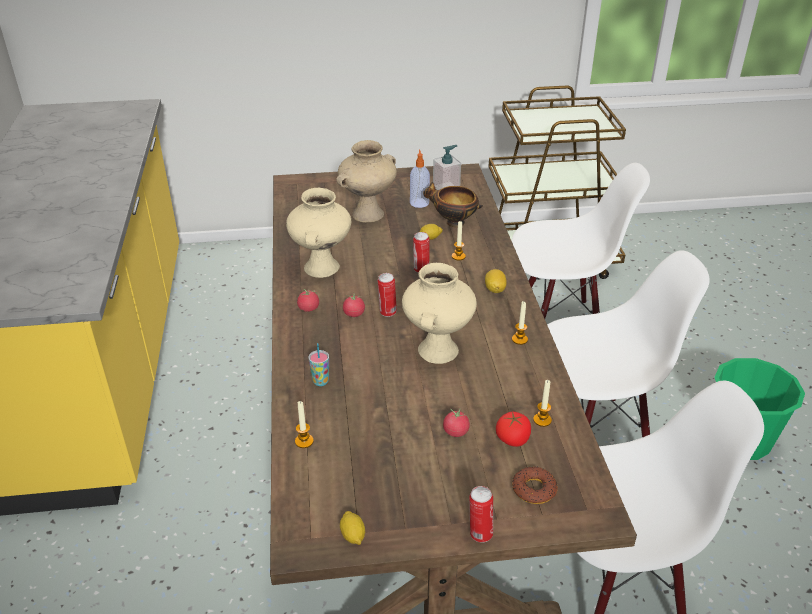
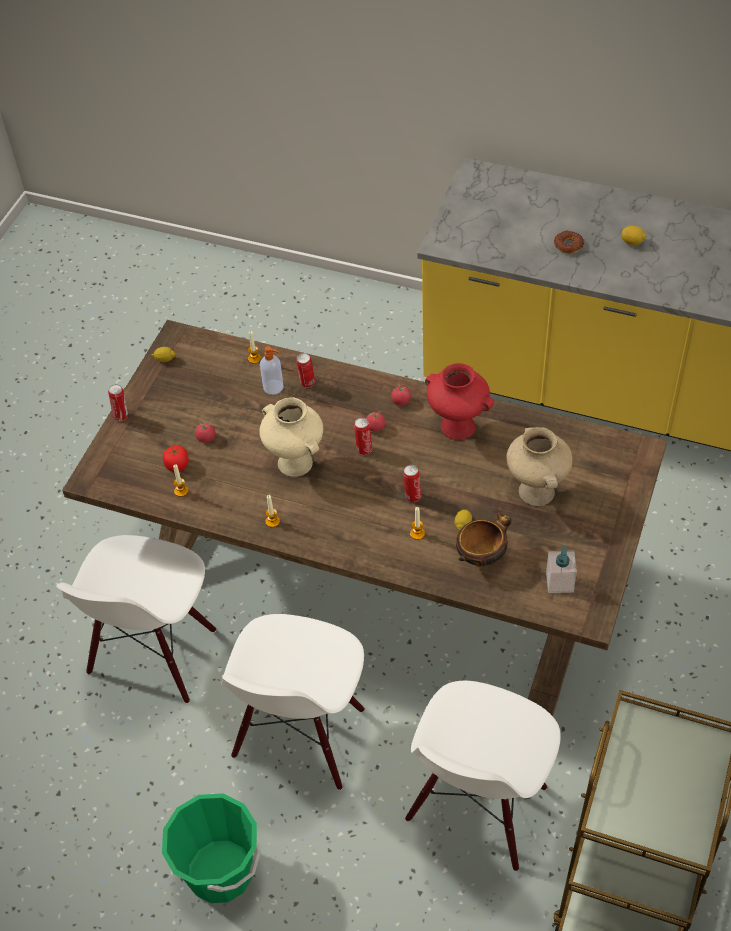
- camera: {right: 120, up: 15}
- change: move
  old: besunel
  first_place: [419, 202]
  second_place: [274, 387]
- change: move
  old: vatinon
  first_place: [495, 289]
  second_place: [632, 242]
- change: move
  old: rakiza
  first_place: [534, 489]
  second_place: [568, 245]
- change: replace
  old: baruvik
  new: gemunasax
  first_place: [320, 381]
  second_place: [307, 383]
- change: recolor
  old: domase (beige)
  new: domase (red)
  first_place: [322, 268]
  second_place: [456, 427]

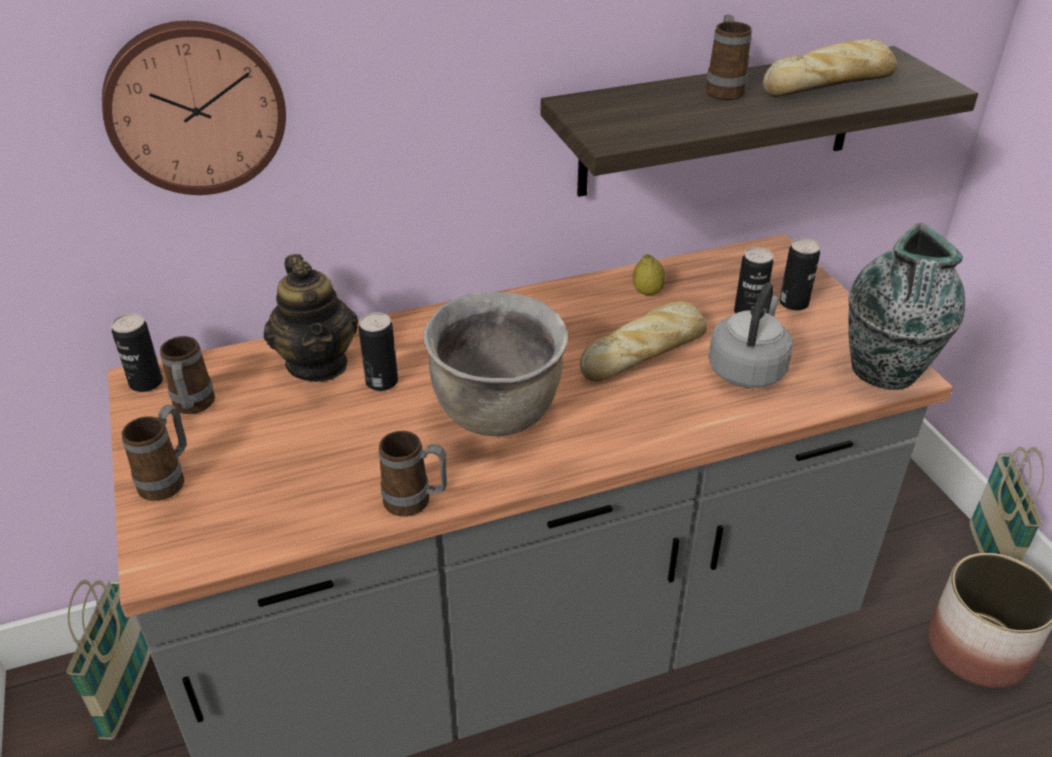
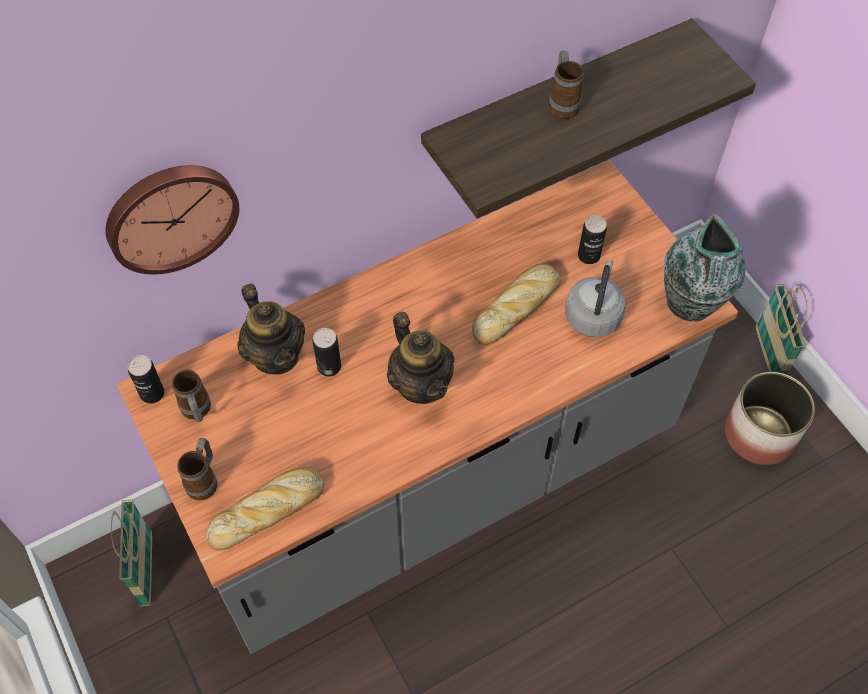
- camera: {right: -10, up: 20}
- change: delete
  old: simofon
  first_place: [416, 502]
- change: delete
  old: vatinon
  first_place: [647, 292]
- change: delete
  old: gemunasax
  first_place: [793, 303]
- change: move
  old: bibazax
  first_place: [830, 82]
  second_place: [269, 510]
- change: replace
  old: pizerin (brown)
  new: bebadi
  first_place: [498, 412]
  second_place: [421, 384]

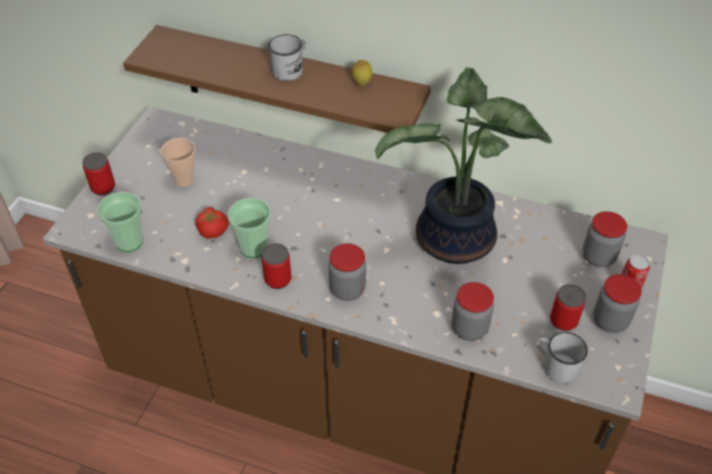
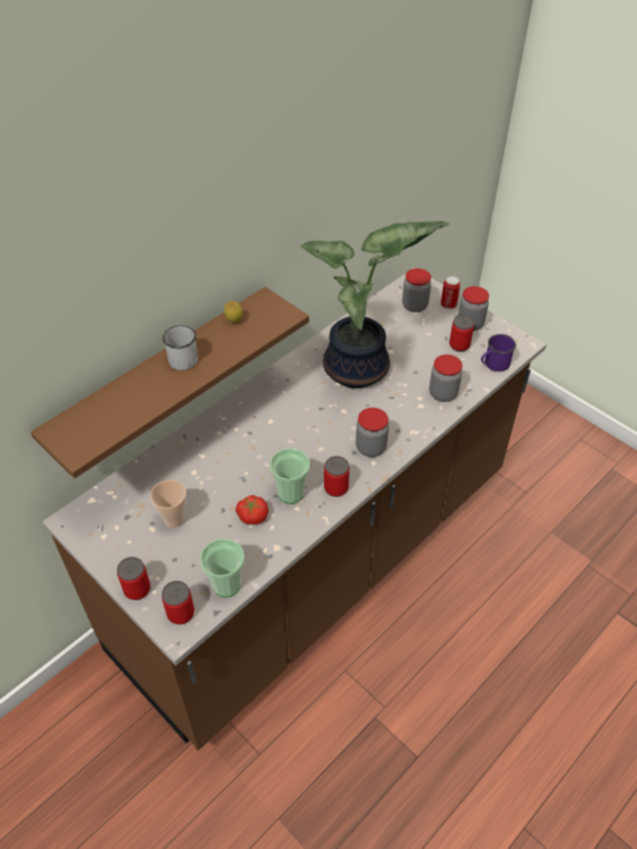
- camera: {right: -65, up: 0}
- change: insert
  new: gemunasax
  second_place: [181, 613]
- change: recolor
  old: simofon (white)
  new: simofon (purple)
  first_place: [555, 365]
  second_place: [493, 364]

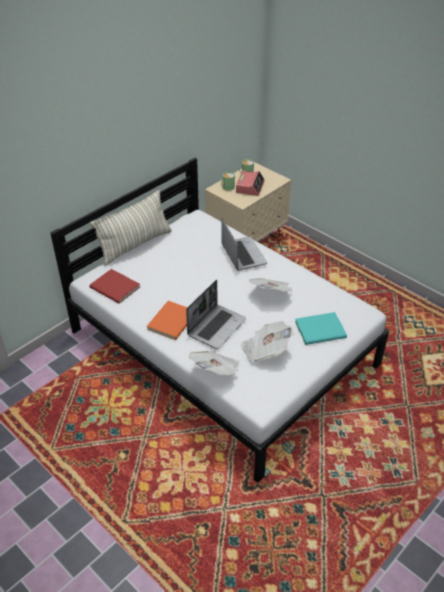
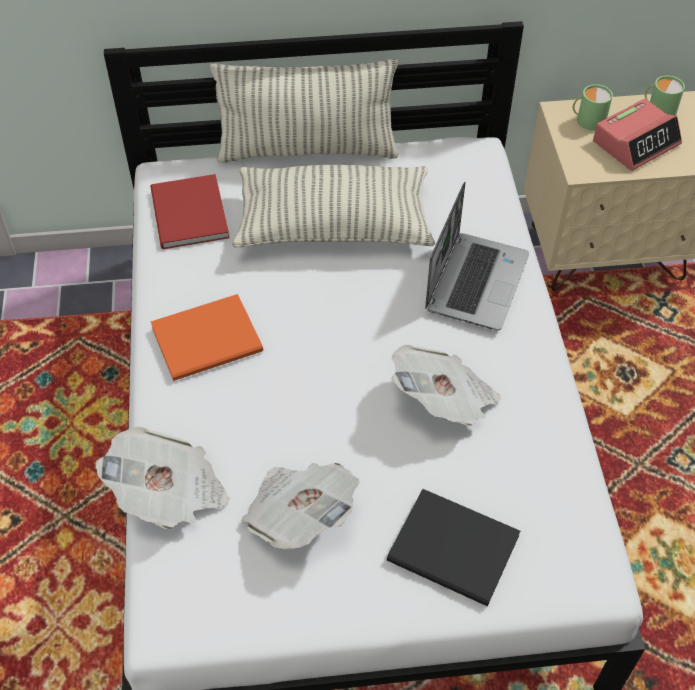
- camera: {right: 40, up: 10}
- change: delete
  old: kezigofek
  first_place: [216, 327]
- change: insert
  new: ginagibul
  second_place: [334, 226]
- change: recolor
  old: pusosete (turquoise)
  new: pusosete (black)
  first_place: [322, 330]
  second_place: [455, 552]

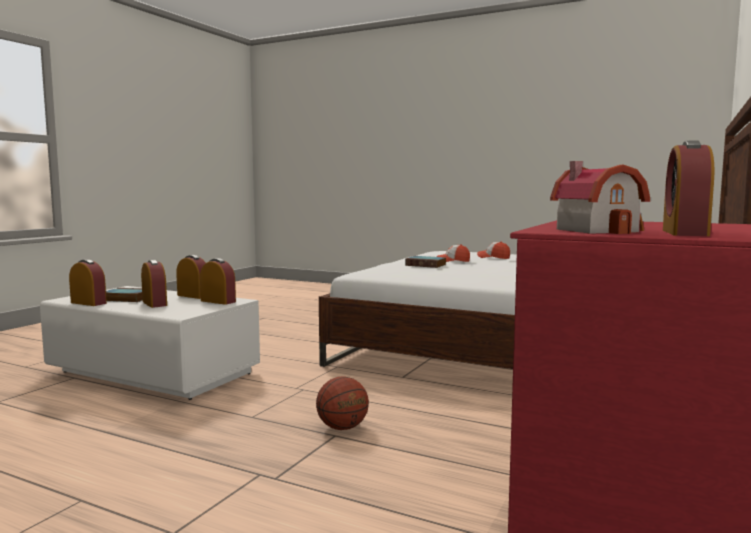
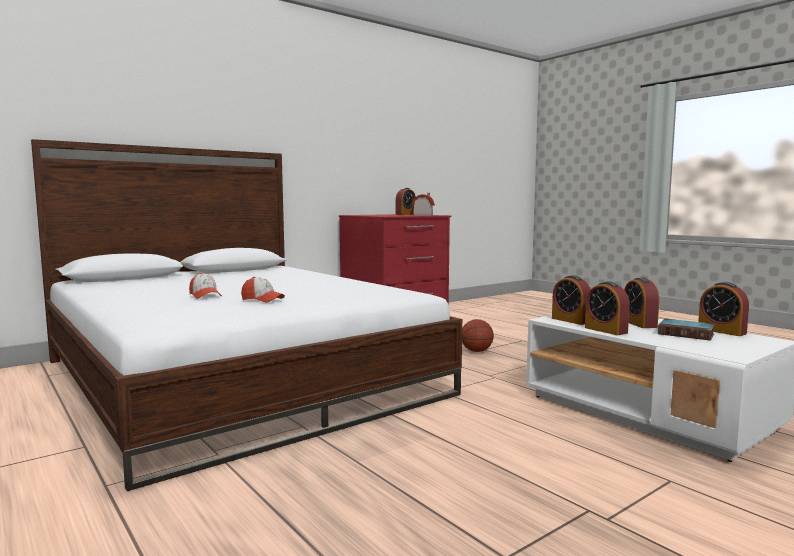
- camera: {right: -155, up: 0}
- change: delete
  old: pusosete
  first_place: [426, 265]

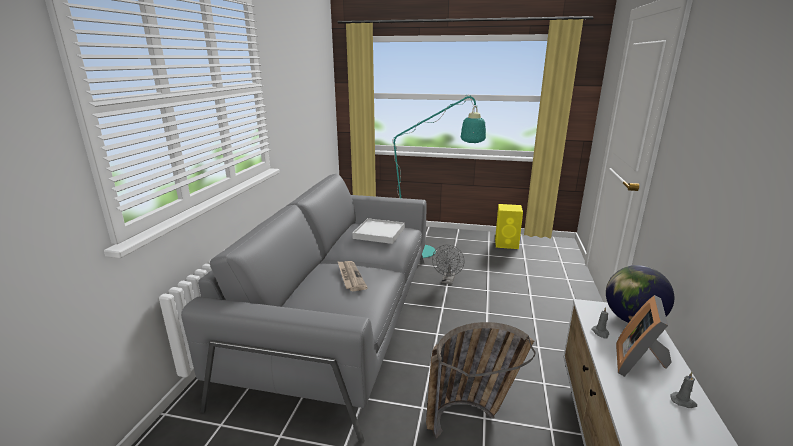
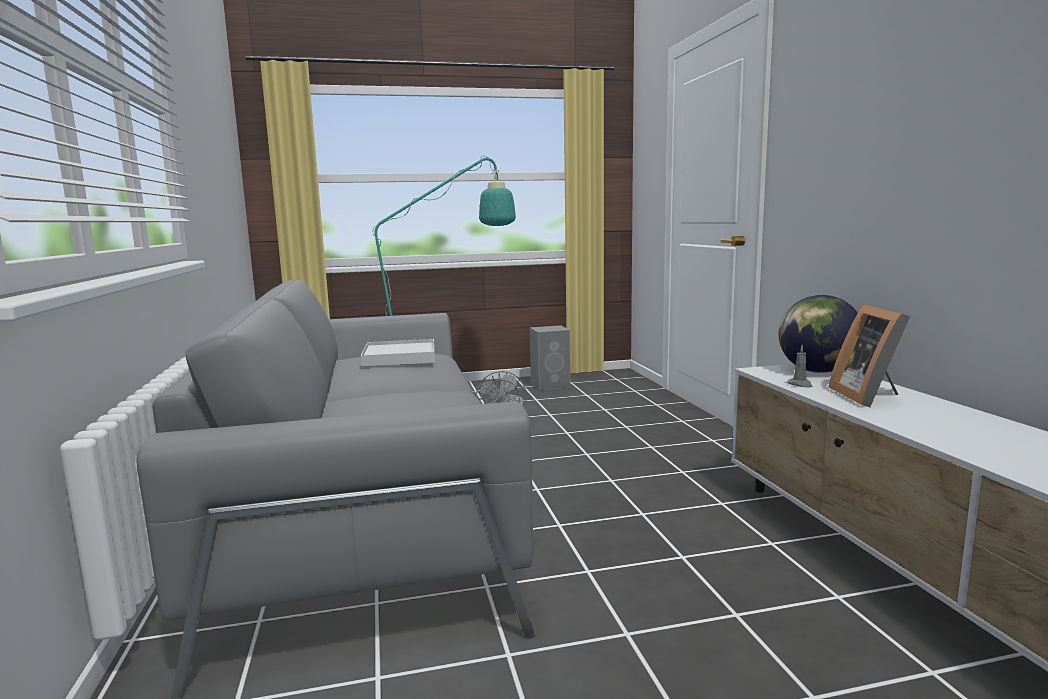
- camera: {right: -25, up: -10}
- change: delete
  old: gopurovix
  first_place: [350, 277]
- change: delete
  old: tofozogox
  first_place: [472, 415]
- change: delete
  old: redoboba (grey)
  first_place: [683, 401]
- change: recolor
  old: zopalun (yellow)
  new: zopalun (grey)
  first_place: [507, 244]
  second_place: [551, 385]

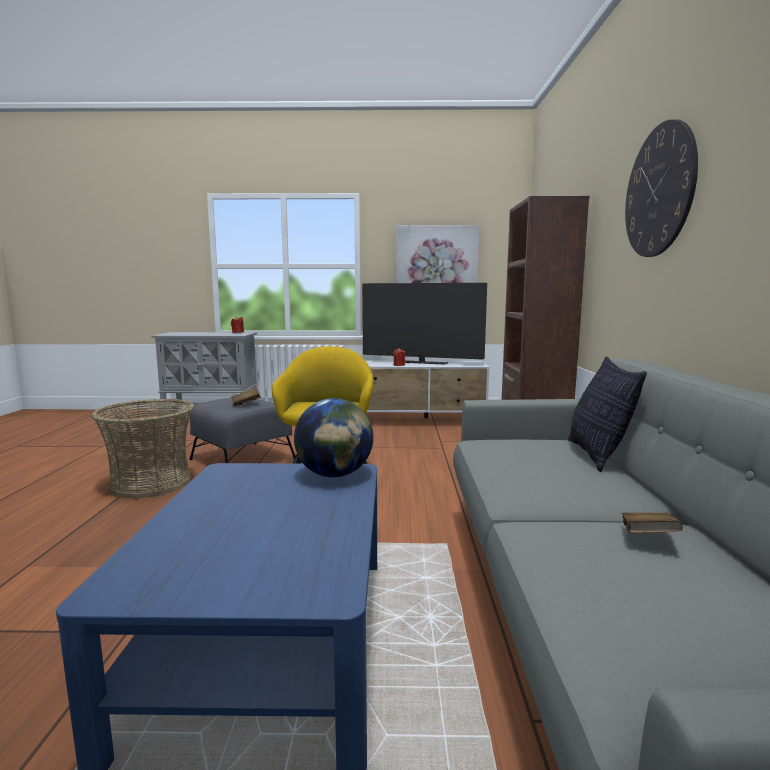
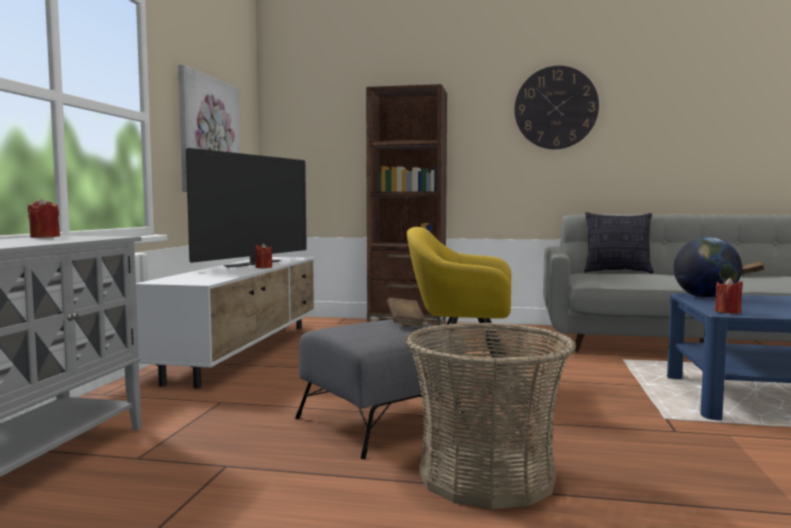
- camera: {right: -80, up: -5}
- change: insert
  new: redoboba (red)
  second_place: [727, 312]

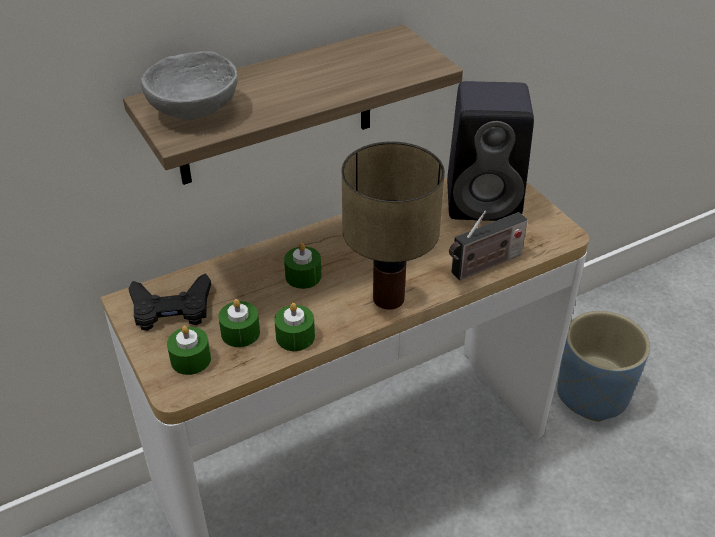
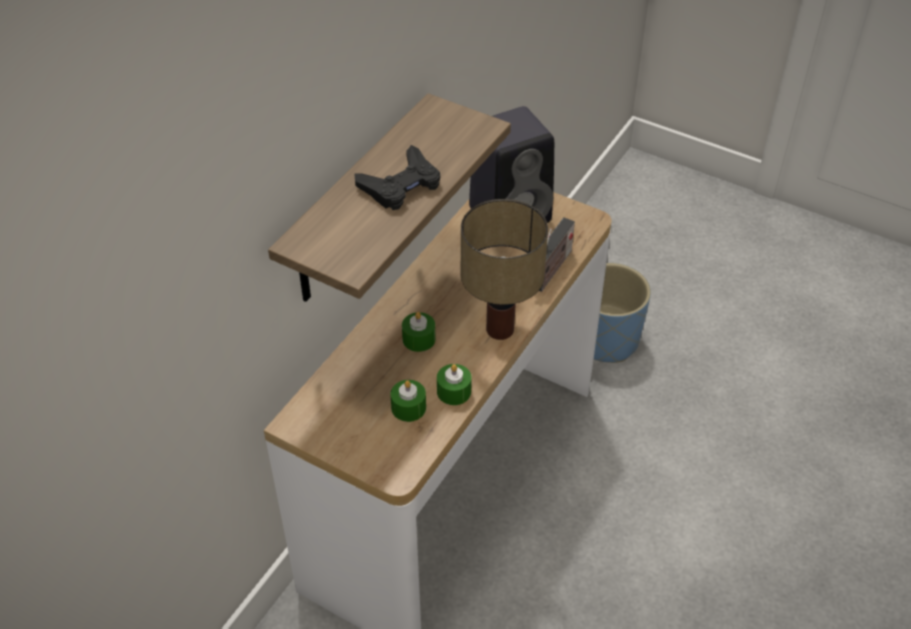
- camera: {right: -30, up: 5}
- change: delete
  old: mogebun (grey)
  first_place: [194, 109]
- change: delete
  old: redoboba (green)
  first_place: [191, 359]
- change: move
  old: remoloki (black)
  first_place: [171, 308]
  second_place: [401, 185]

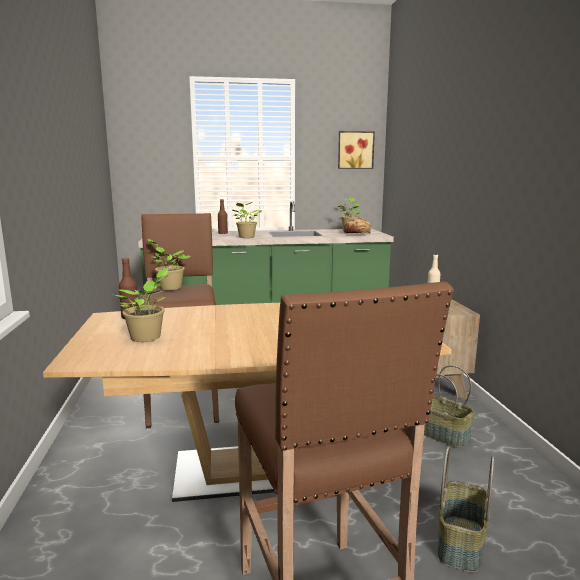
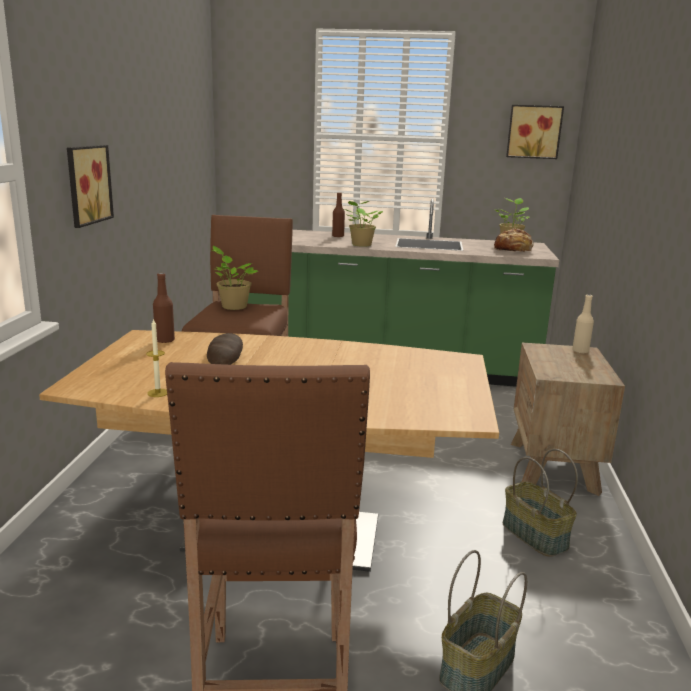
- camera: {right: 15, up: 5}
- change: delete
  old: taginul
  first_place: [148, 338]
- change: insert
  new: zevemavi
  second_place: [86, 184]
- change: insert
  new: redoboba
  second_place: [158, 393]
- change: insert
  new: bibazax
  second_place: [225, 355]

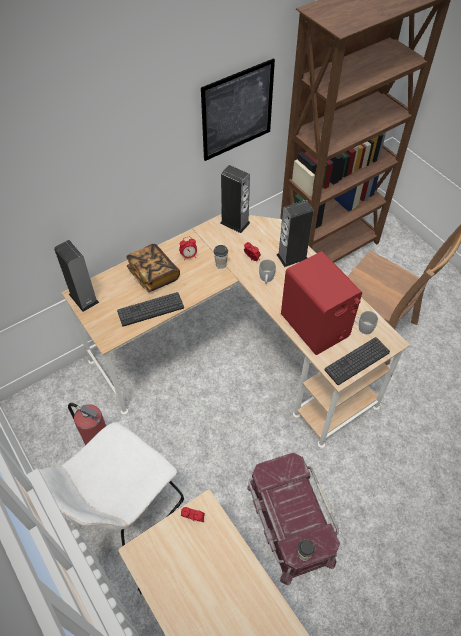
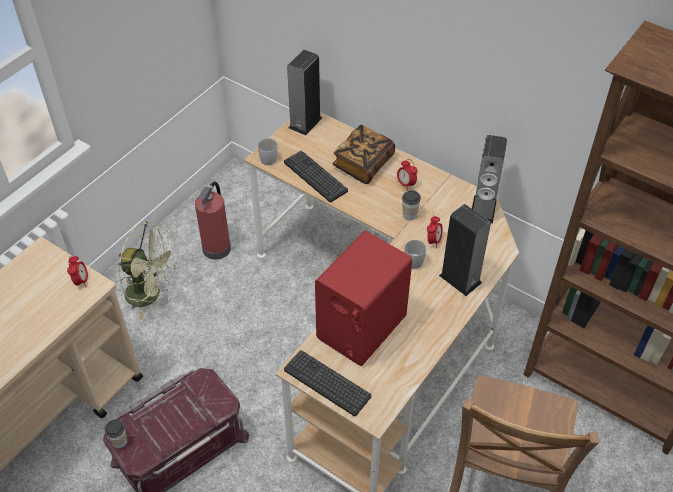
- camera: {right: 70, up: -5}
- change: delete
  old: zevemavi
  first_place: [237, 110]
- change: move
  old: simofon (white)
  first_place: [362, 327]
  second_place: [269, 157]
- change: replace
  old: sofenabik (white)
  new: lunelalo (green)
  first_place: [123, 512]
  second_place: [150, 294]

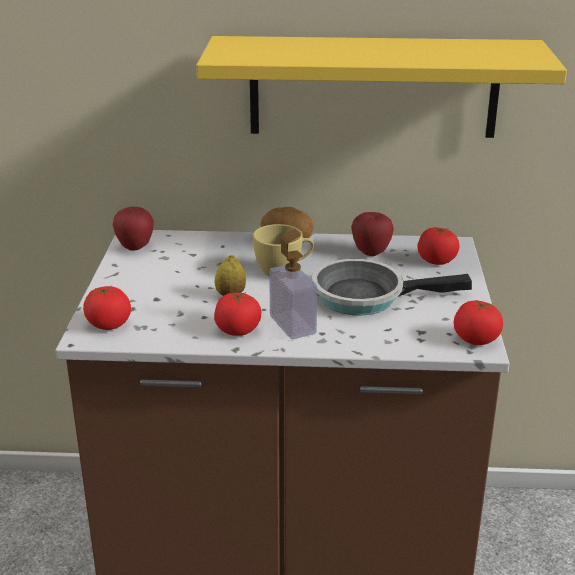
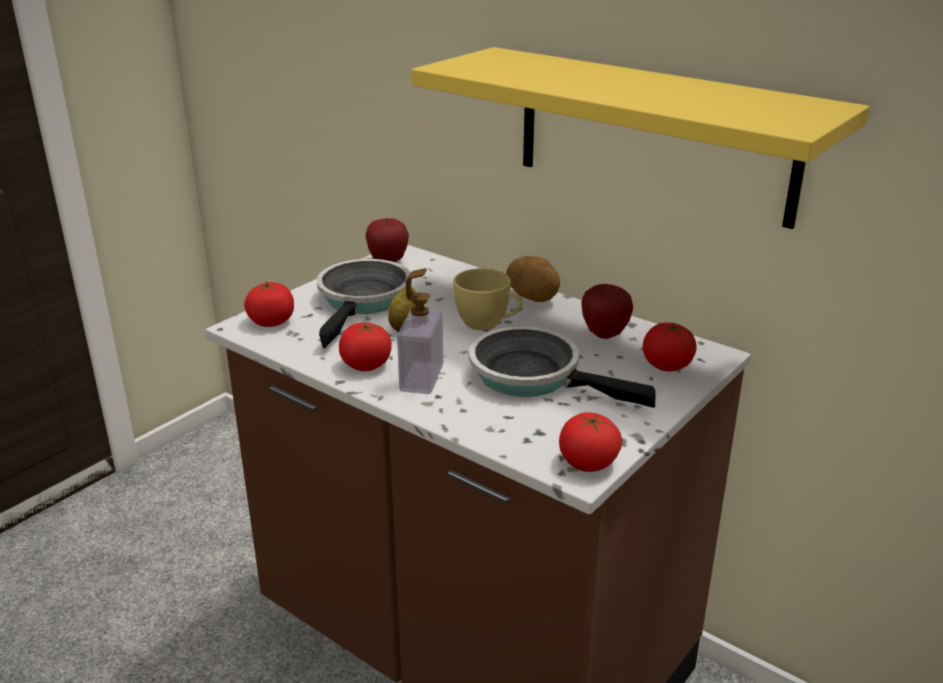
- camera: {right: 35, up: 0}
- change: insert
  new: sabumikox
  second_place: [363, 301]

